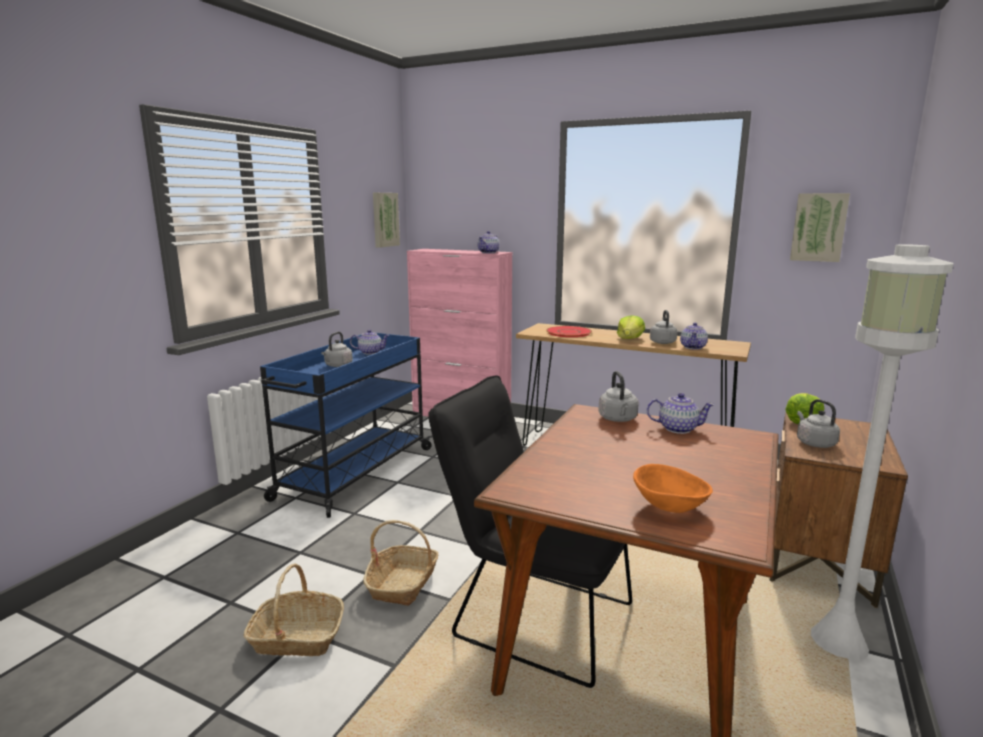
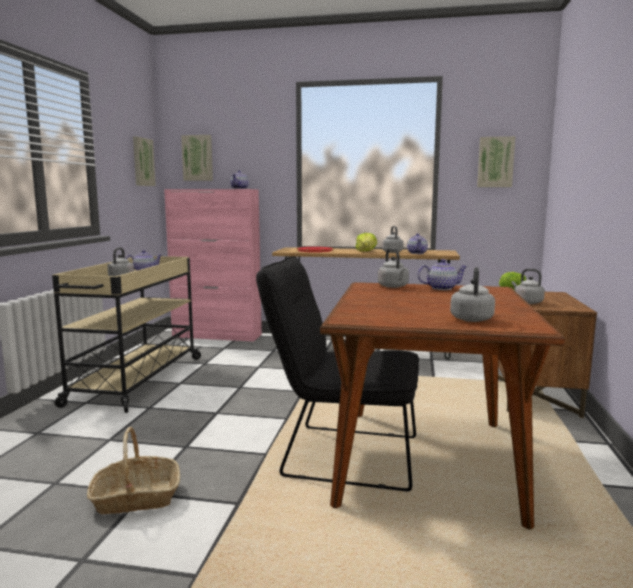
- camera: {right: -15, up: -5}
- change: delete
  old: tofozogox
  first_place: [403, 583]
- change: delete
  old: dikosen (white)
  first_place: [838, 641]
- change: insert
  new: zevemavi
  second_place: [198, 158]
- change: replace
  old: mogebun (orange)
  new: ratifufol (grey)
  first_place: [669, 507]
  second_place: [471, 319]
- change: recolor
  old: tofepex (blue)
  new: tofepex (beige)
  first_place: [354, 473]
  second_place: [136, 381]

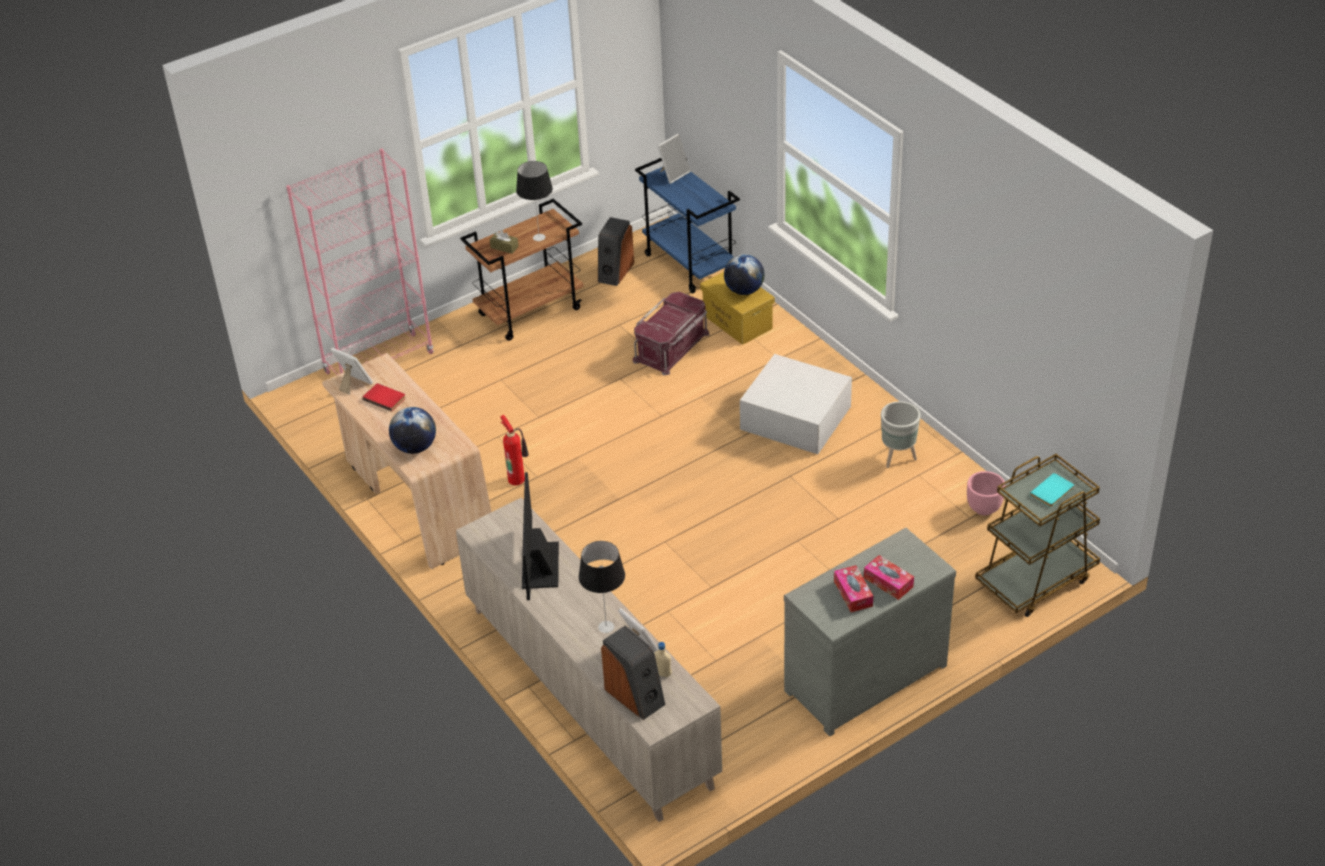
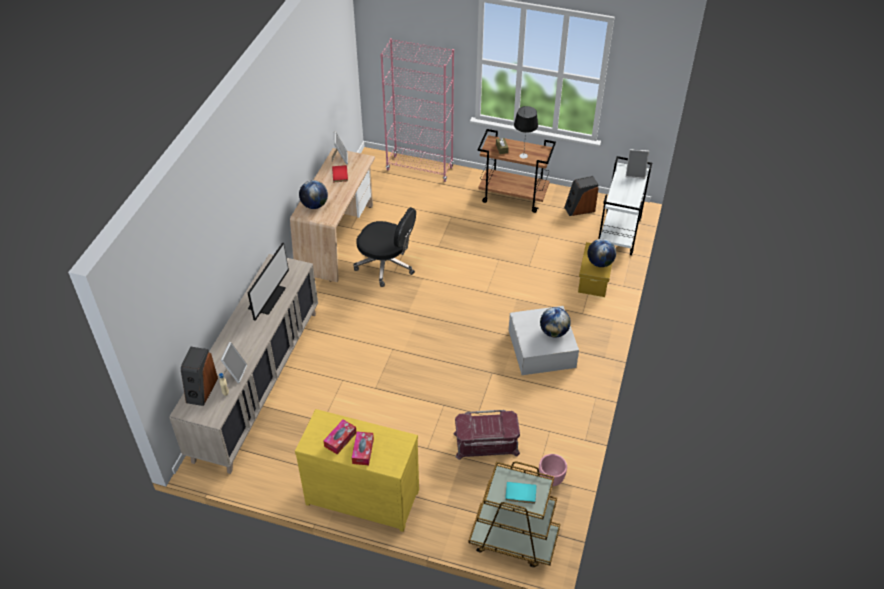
- camera: {right: 50, up: 5}
- change: delete
  old: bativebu
  first_place: [606, 626]
- change: delete
  old: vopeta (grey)
  first_place: [898, 457]
- change: insert
  new: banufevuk
  second_place: [554, 332]
- change: move
  old: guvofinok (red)
  first_place: [672, 347]
  second_place: [486, 444]
- change: replace
  old: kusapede
  new: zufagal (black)
  first_place: [517, 478]
  second_place: [386, 265]
- change: recolor
  old: tofepex (blue)
  new: tofepex (white)
  first_place: [690, 265]
  second_place: [619, 234]
- change: recolor
  old: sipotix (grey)
  new: sipotix (yellow)
  first_place: [861, 676]
  second_place: [363, 494]
- change: rotate
  old: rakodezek
  first_place: [539, 565]
  second_place: [267, 298]
  degrees: 150

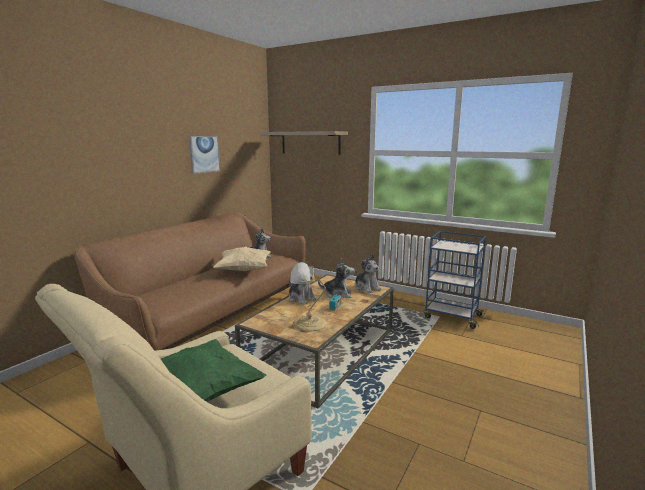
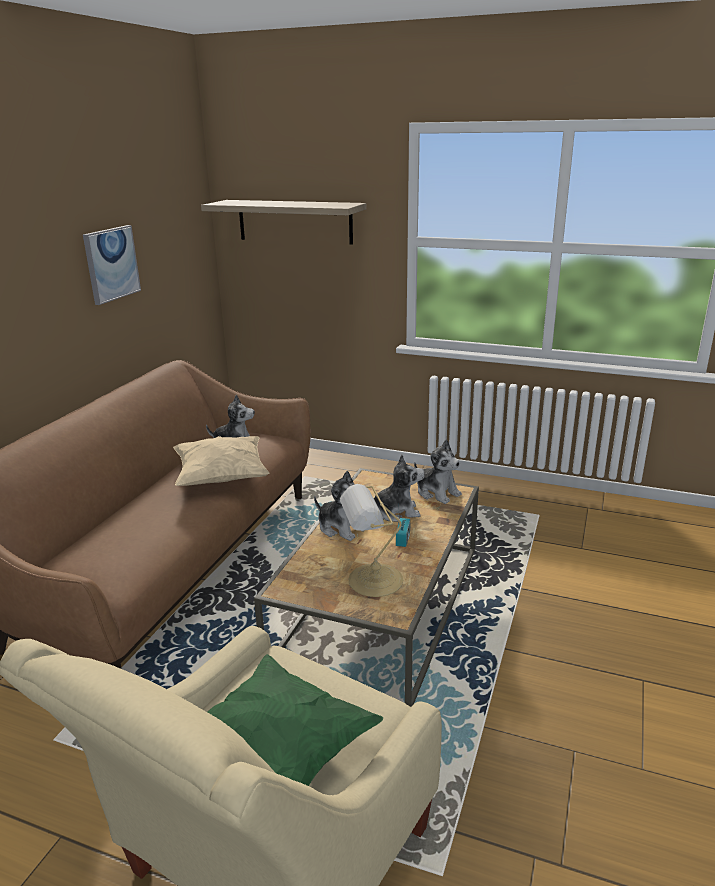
- camera: {right: -10, up: 10}
- change: delete
  old: tofepex (blue)
  first_place: [451, 316]

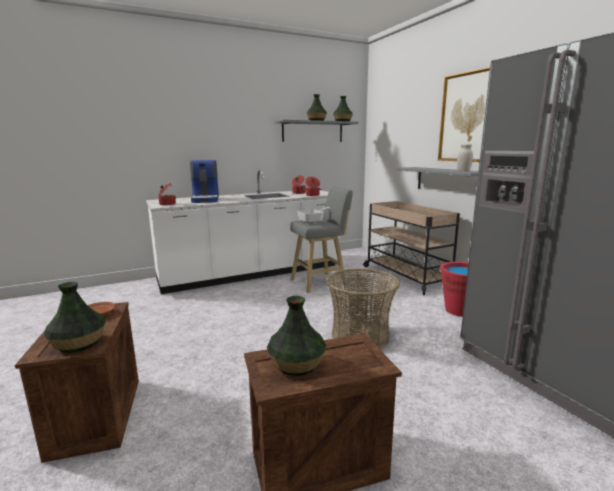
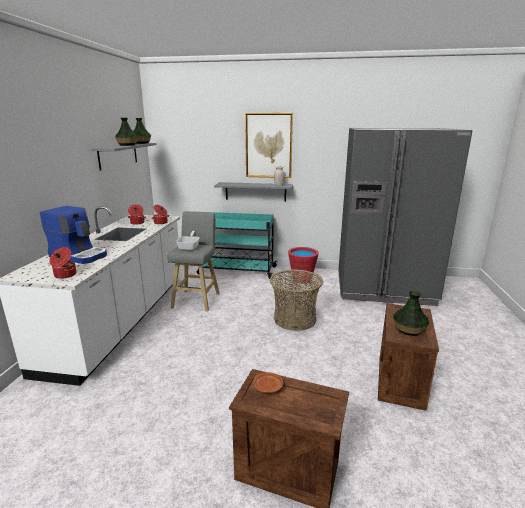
- camera: {right: -55, up: 5}
- change: delete
  old: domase
  first_place: [78, 343]
- change: recolor
  old: tofepex (beige)
  new: tofepex (turquoise)
  first_place: [405, 276]
  second_place: [236, 270]

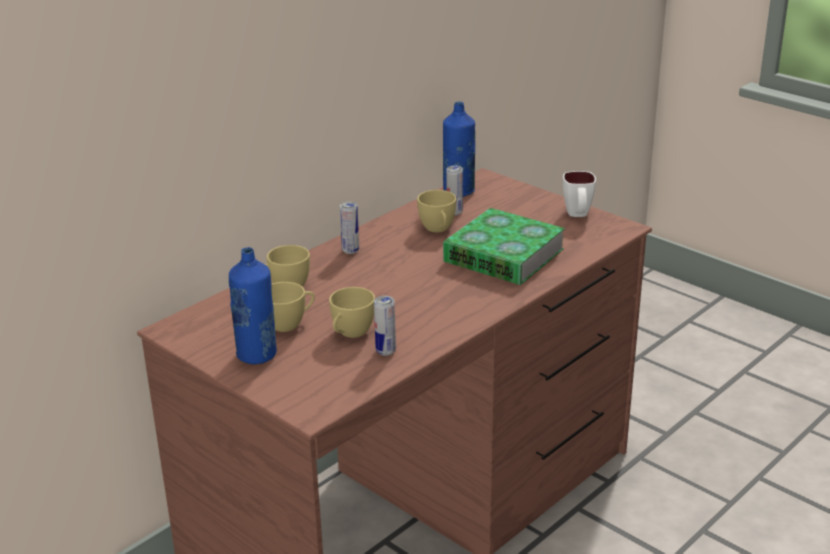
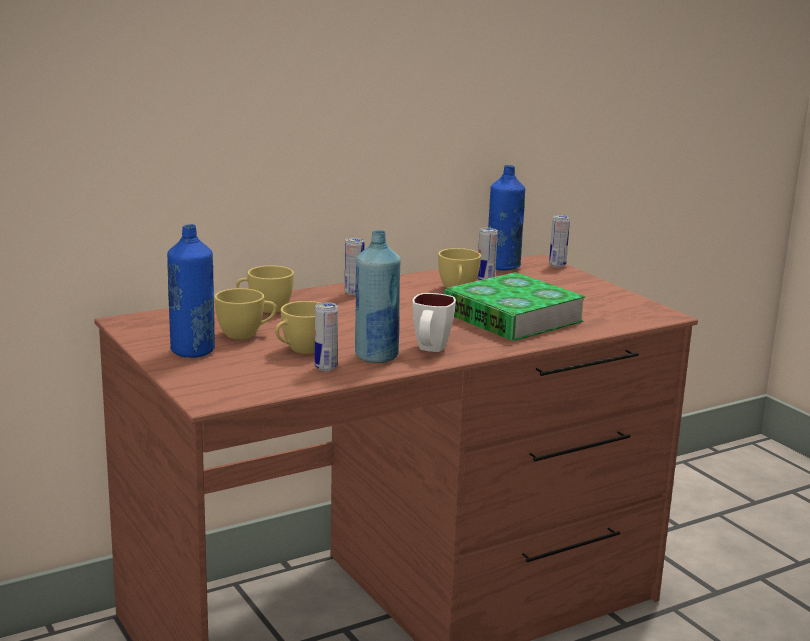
- camera: {right: 15, up: -10}
- change: insert
  new: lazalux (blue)
  second_place: [376, 356]
- change: insert
  new: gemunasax
  second_place: [557, 265]
- change: move
  old: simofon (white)
  first_place: [578, 215]
  second_place: [430, 350]

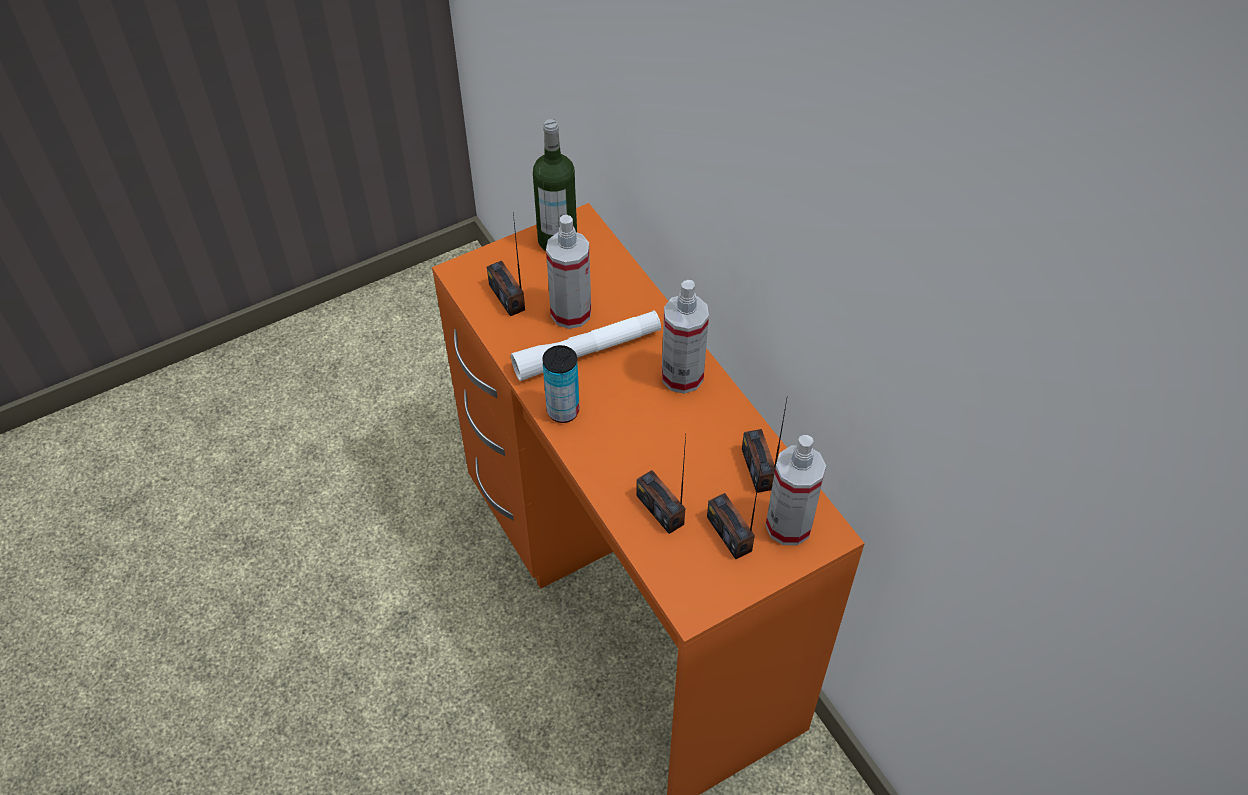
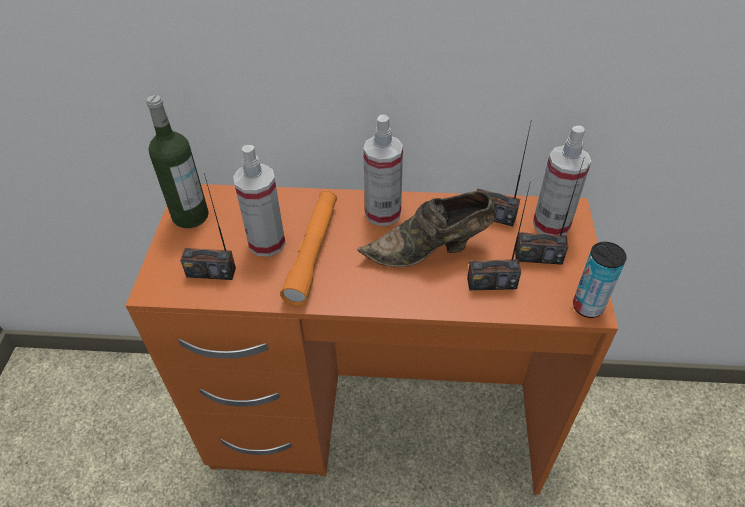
- camera: {right: -55, up: -5}
- change: insert
  new: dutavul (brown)
  second_place: [430, 250]
- change: move
  old: gemunasax
  first_place: [563, 411]
  second_place: [587, 306]
- change: recolor
  old: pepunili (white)
  new: pepunili (orange)
  first_place: [587, 352]
  second_place: [313, 252]

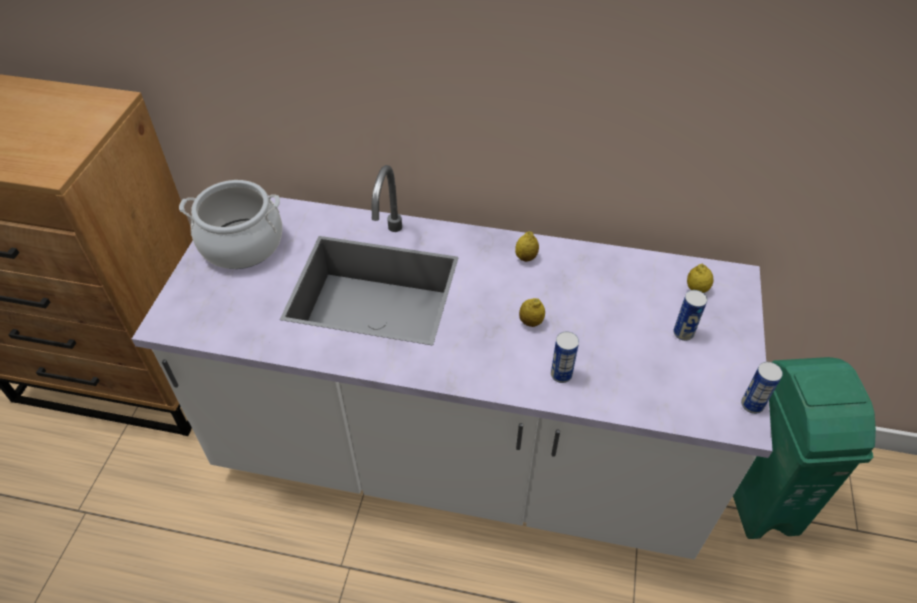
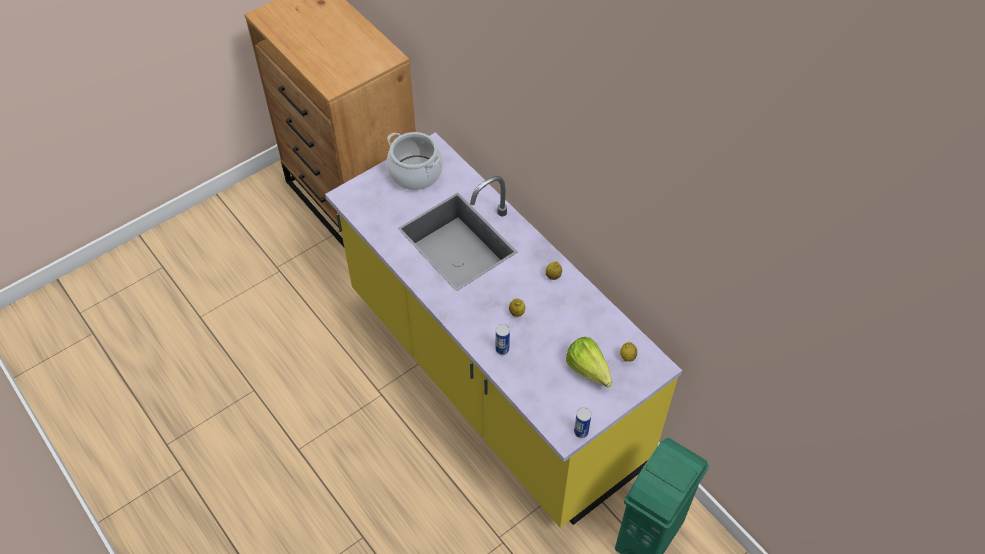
- camera: {right: 40, up: 5}
- change: replace
  old: gemunasax
  new: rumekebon
  first_place: [683, 333]
  second_place: [590, 374]
- change: recolor
  old: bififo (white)
  new: bififo (yellow)
  first_place: [458, 455]
  second_place: [492, 378]

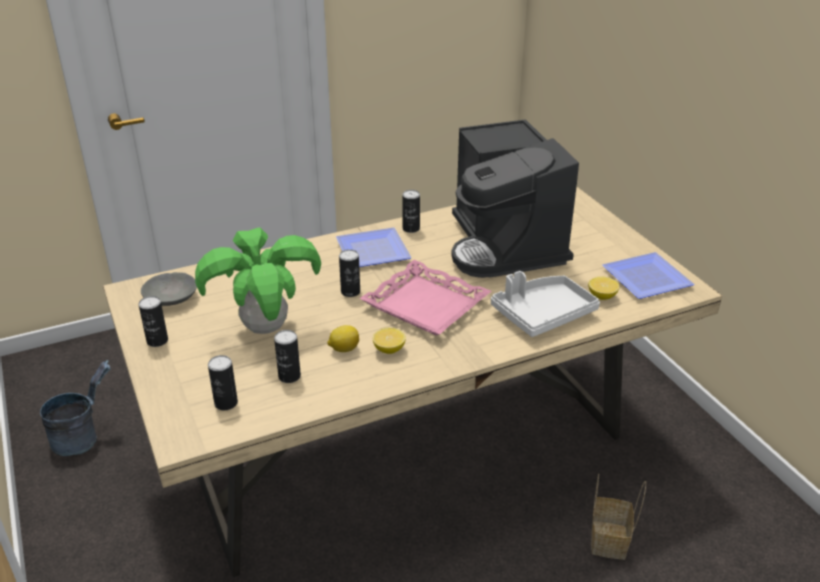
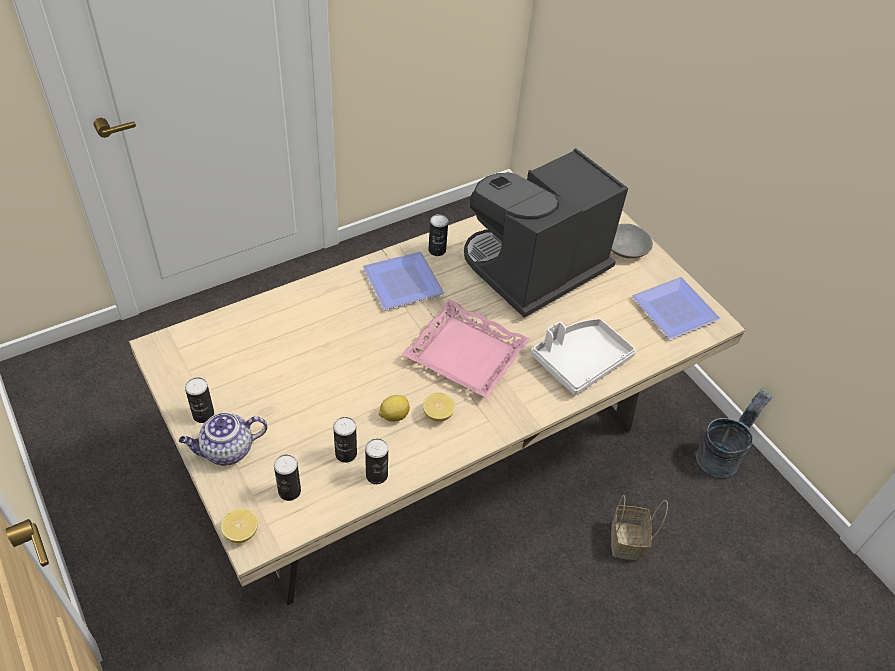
- camera: {right: -10, up: 15}
- change: delete
  old: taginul
  first_place: [265, 328]
- change: insert
  new: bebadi
  second_place: [226, 451]
- change: move
  old: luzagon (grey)
  first_place: [83, 437]
  second_place: [721, 455]
- change: move
  old: mogebun (grey)
  first_place: [171, 298]
  second_place: [626, 248]
- change: move
  old: gemunasax
  first_place: [350, 292]
  second_place: [376, 475]
- change: move
  old: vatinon
  first_place: [602, 296]
  second_place: [241, 532]
- change: rotate
  old: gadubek
  first_place: [505, 245]
  second_place: [534, 270]
  degrees: 75

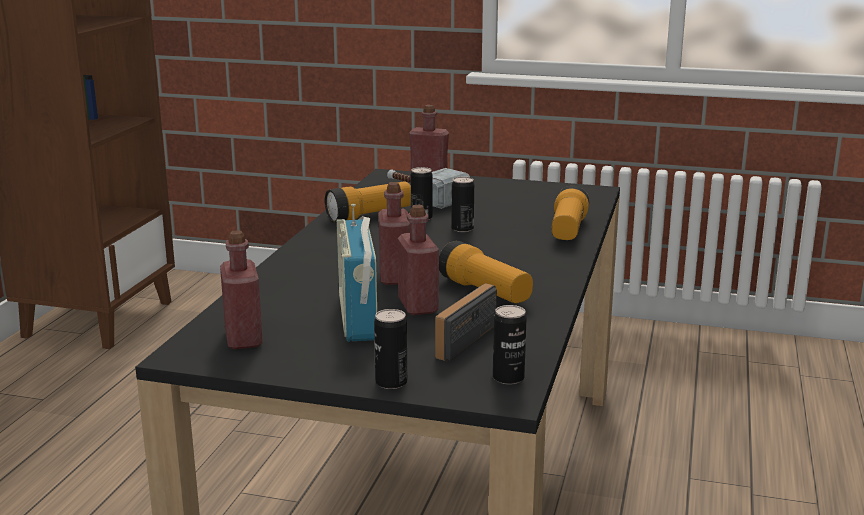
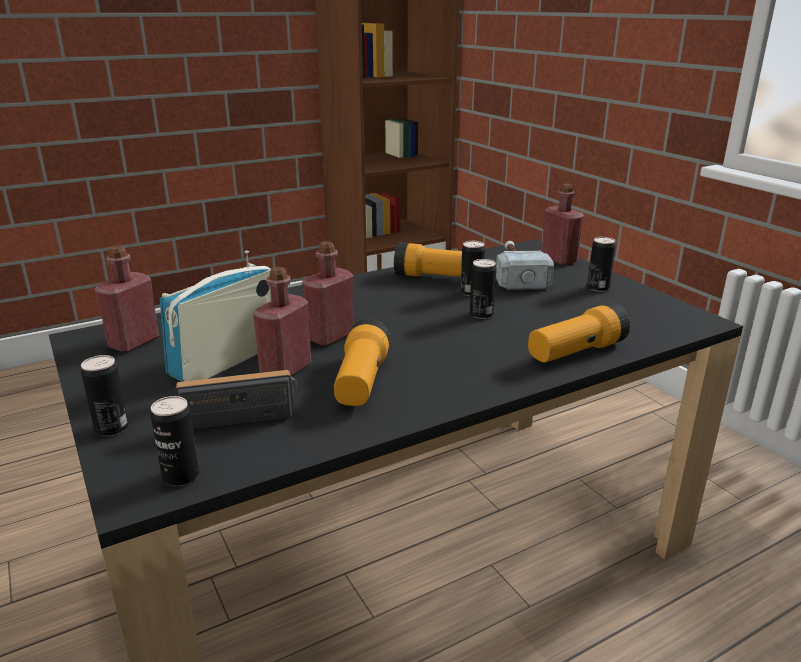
- camera: {right: 45, up: 5}
- change: insert
  new: gemunasax
  second_place: [598, 288]

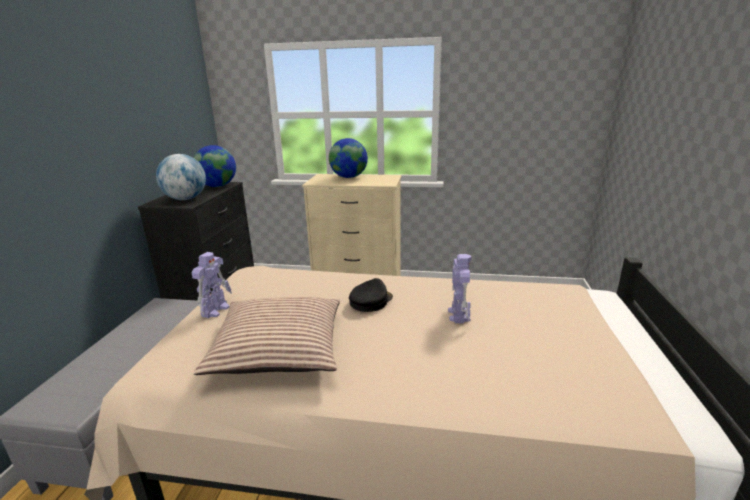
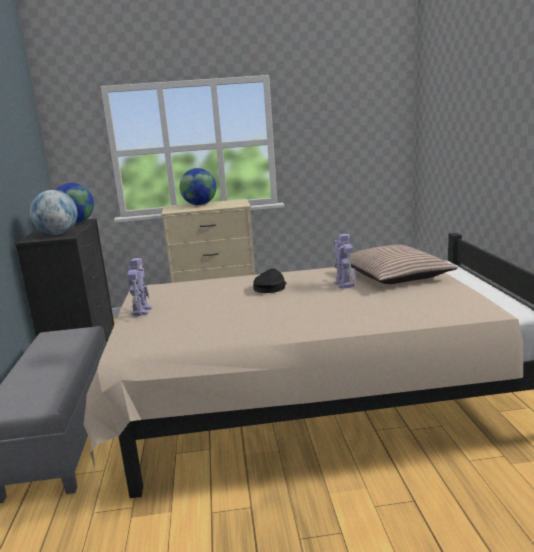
- camera: {right: -15, up: -5}
- change: move
  old: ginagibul
  first_place: [279, 348]
  second_place: [394, 276]

